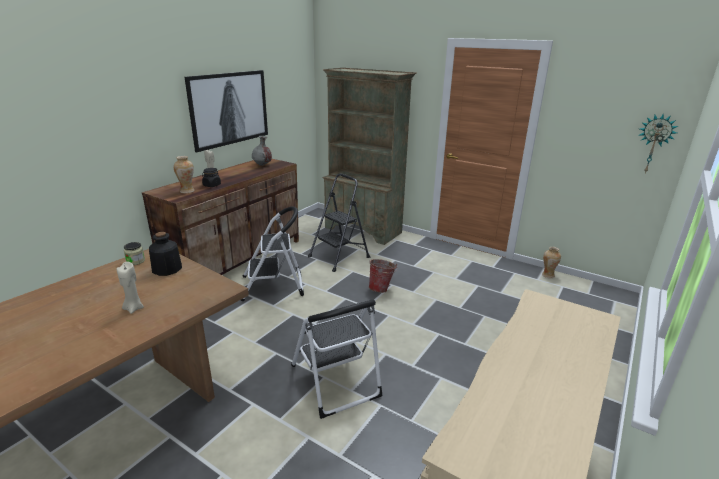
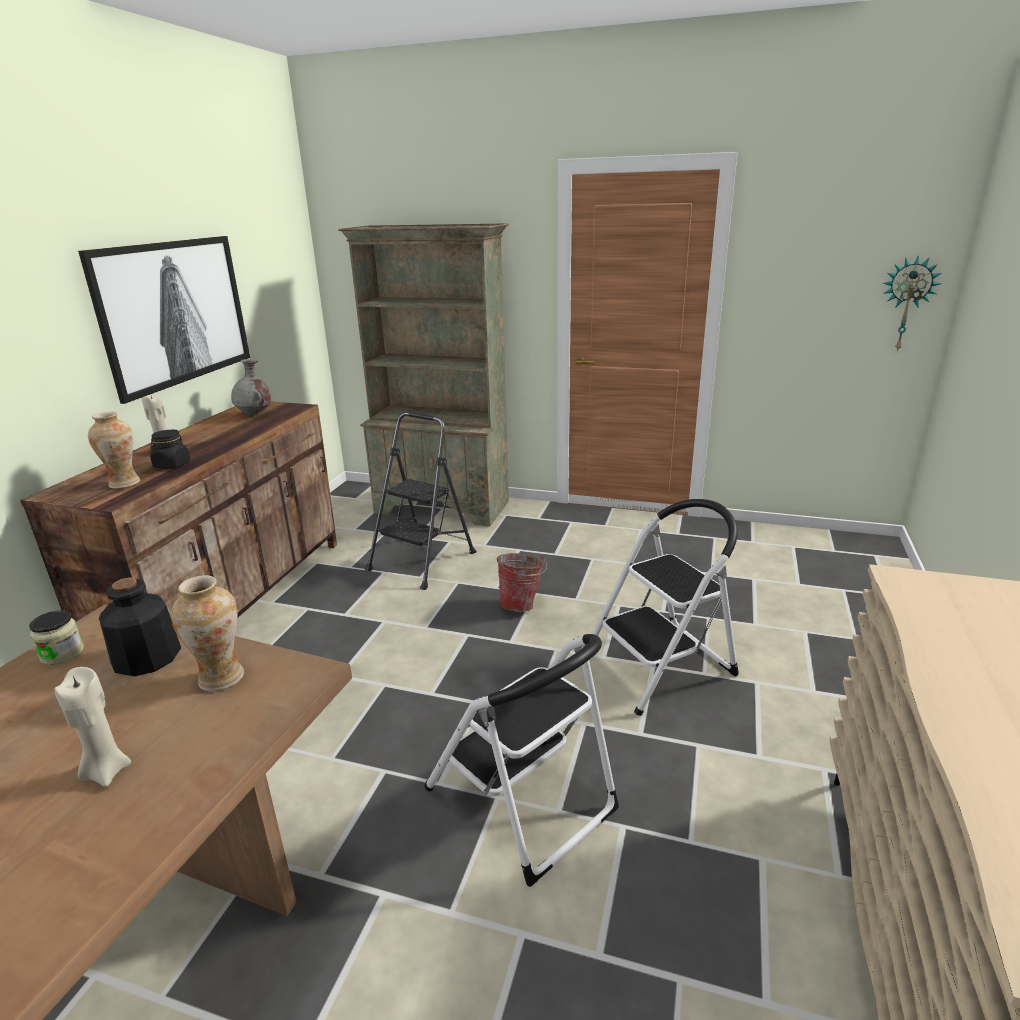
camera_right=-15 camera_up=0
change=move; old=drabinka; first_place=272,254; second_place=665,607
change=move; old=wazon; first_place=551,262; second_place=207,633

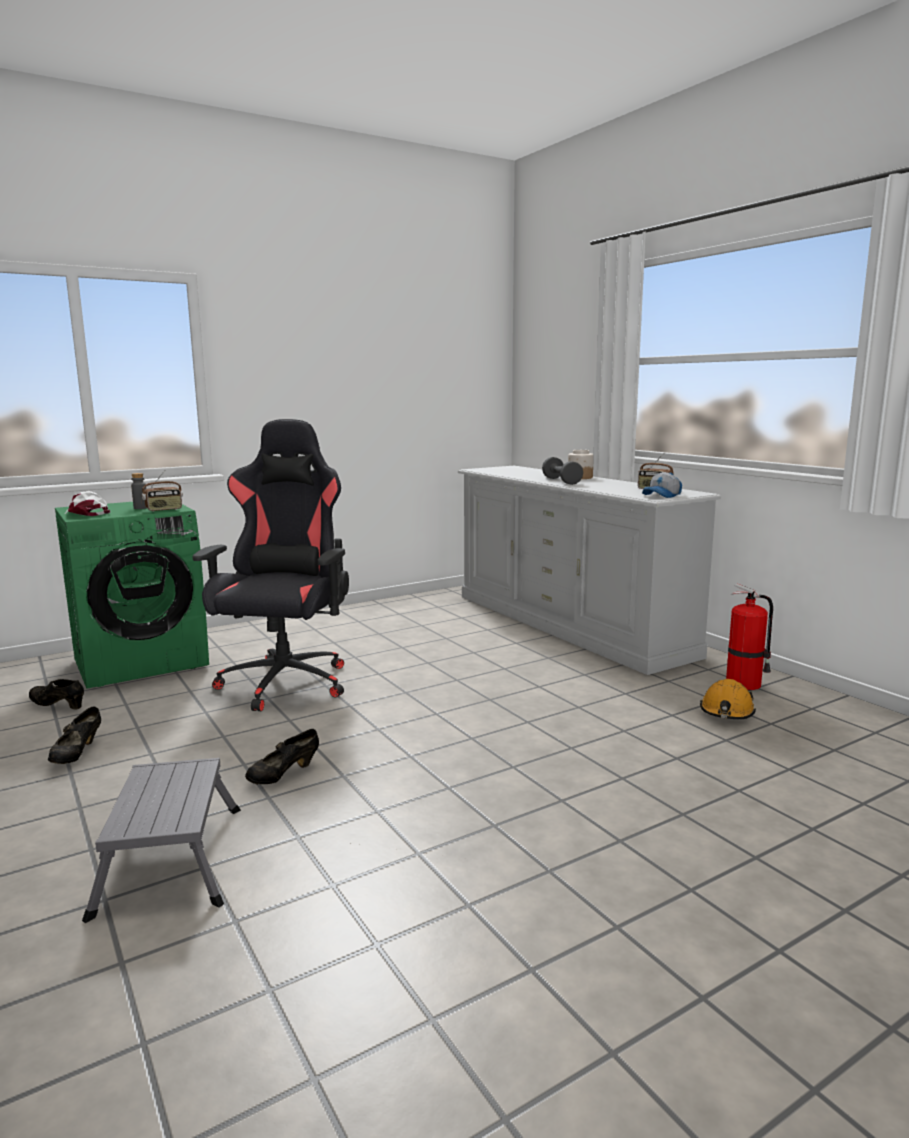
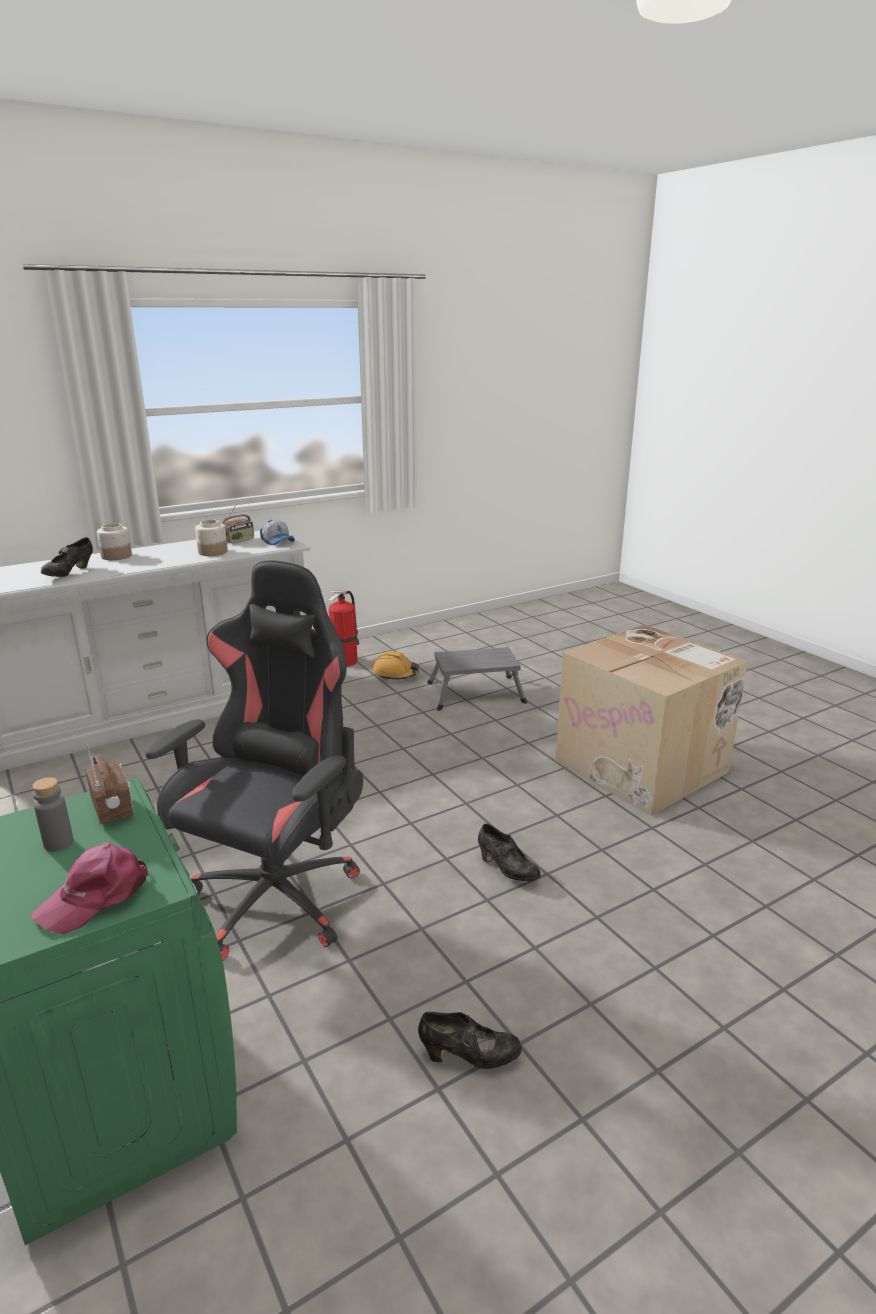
camera_right=-90 camera_up=10
change=rotate; old=krzesło biurowe [czarny]; first_place=271,565; second_place=254,760; degrees=105
change=delete; old=hantel [szary]; first_place=562,471
change=recolor; old=czapka z daszkiem [biały]; new=czapka z daszkiem [różowy]; first_place=88,503; second_place=89,888
change=move; old=but [czarny]; first_place=56,694; second_place=67,557
change=move; old=drabinka [szary]; first_place=161,840; second_place=477,679
change=insert; new=słoik; second_place=211,538
change=insert; new=karton; second_place=652,720

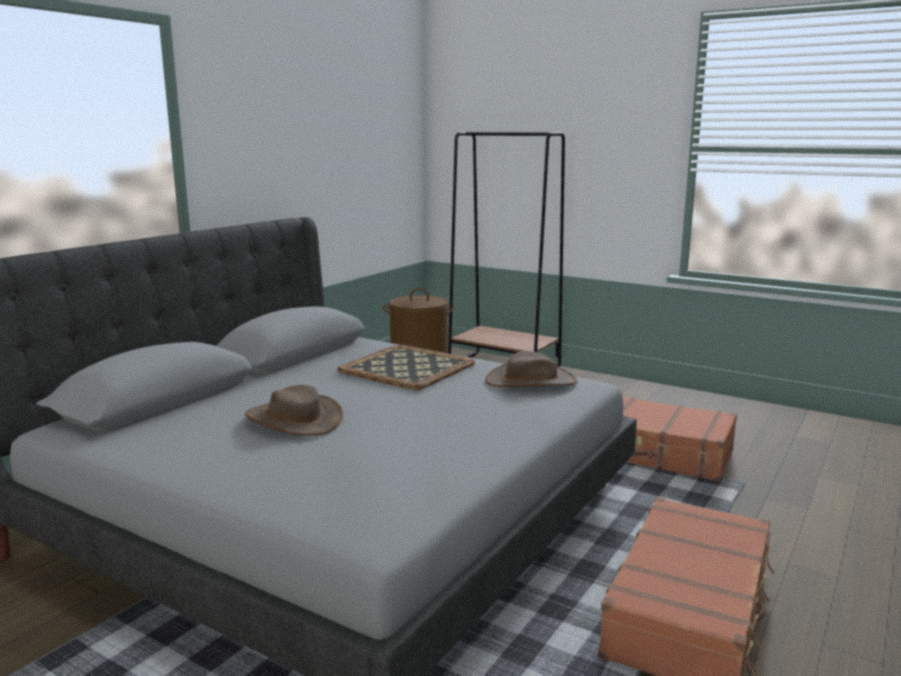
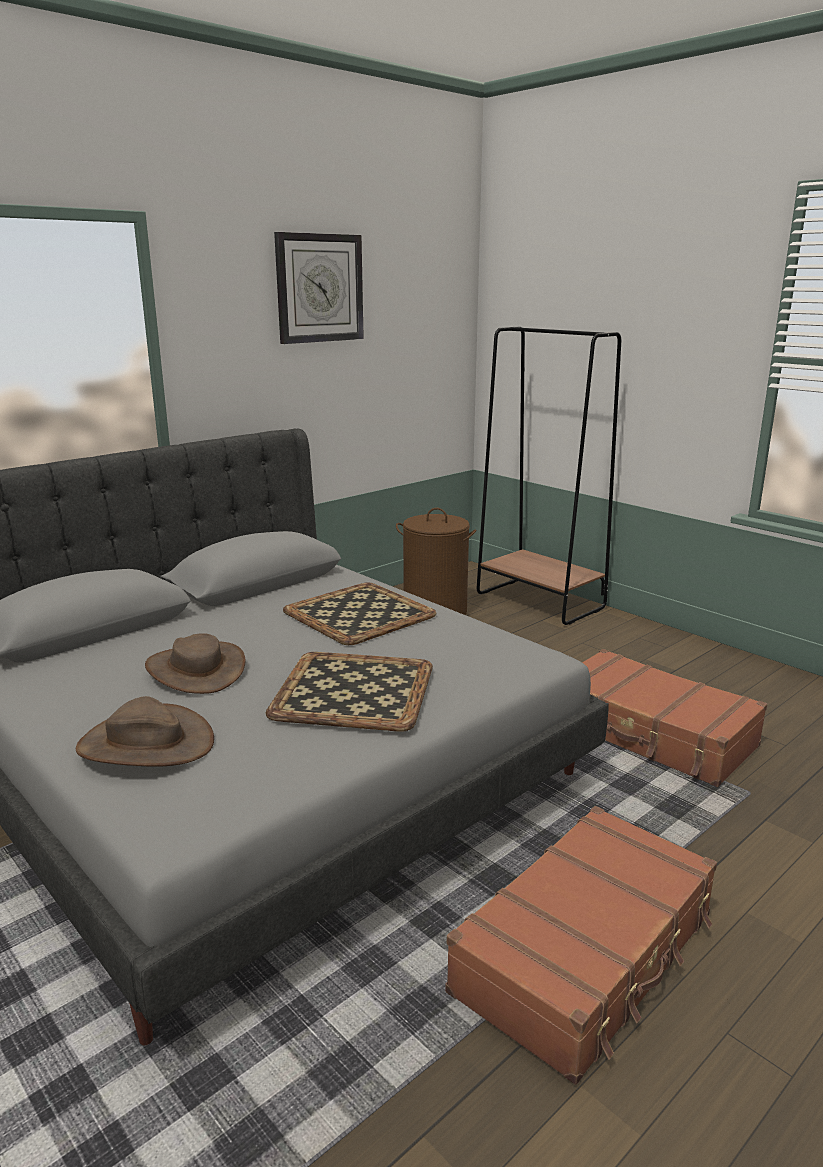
camera_right=15 camera_up=5
change=move; old=kapelusz [brązowy]; first_place=531,369; second_place=145,731
change=insert; new=zegar ścienny; second_place=319,288
change=insert; new=taca; second_place=349,692

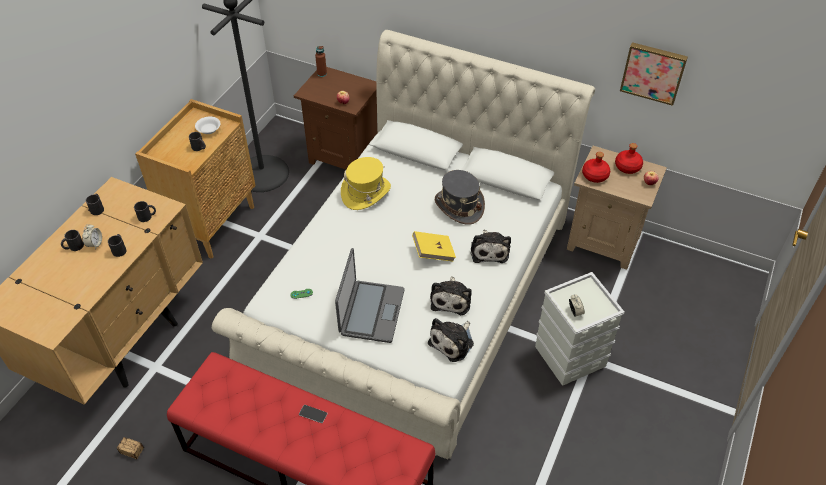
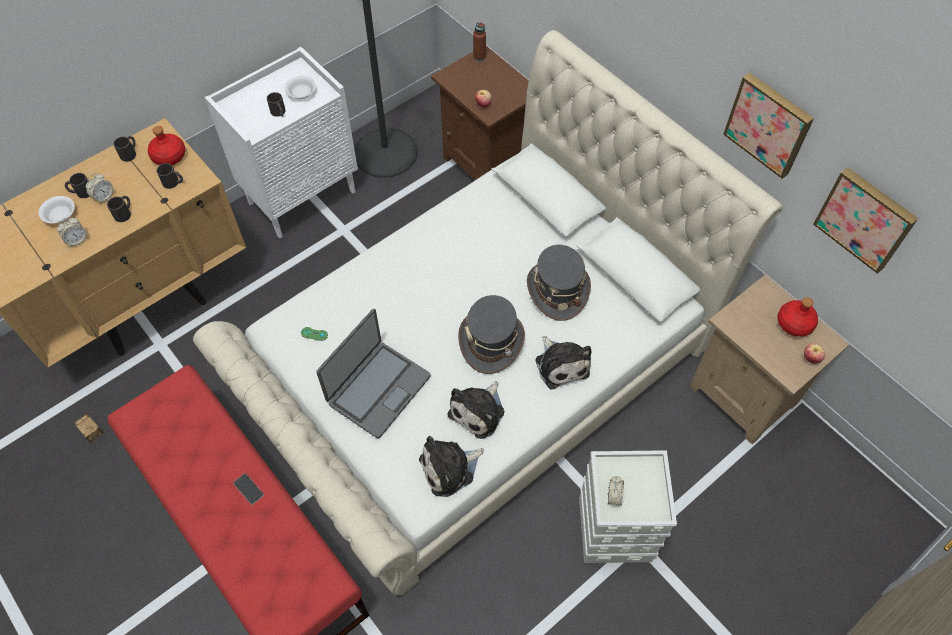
camera_right=25 camera_up=10
change=recolor; old=szafka [brązowy]; new=szafka [biały]; first_place=195,178; second_place=281,142
change=move; old=butelka [czerwony]; first_place=596,167; second_place=167,145
change=delete; old=kapelusz [żółty]; first_place=366,183
change=rotate; old=pluszak; first_place=491,246; second_place=563,362; degrees=-45
change=replace; old=książka [żółty]; new=kapelusz [szary]; first_place=434,246; second_place=491,334
change=insert; new=obraz; second_place=768,126
change=insert; new=miska [biały]; second_place=56,209
change=insert; new=budzik; second_place=72,232

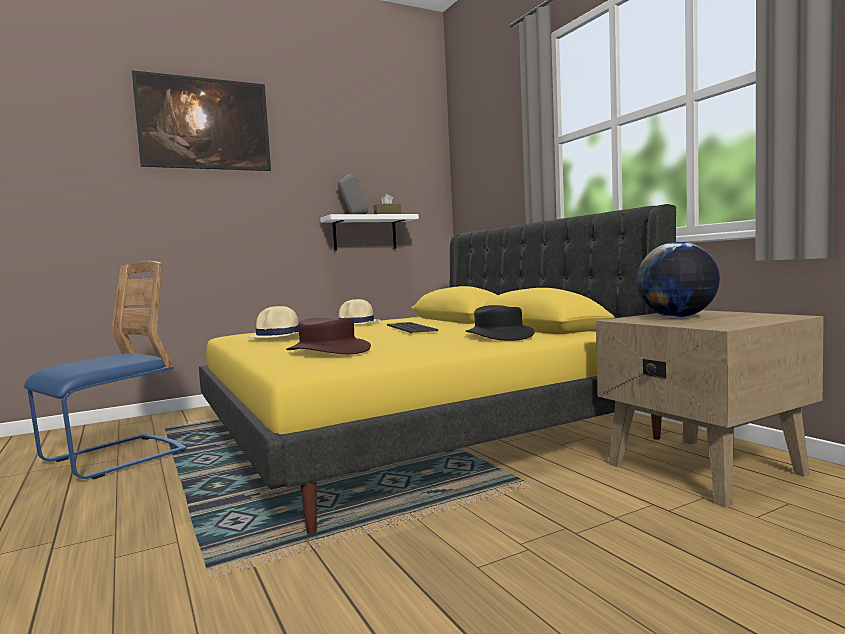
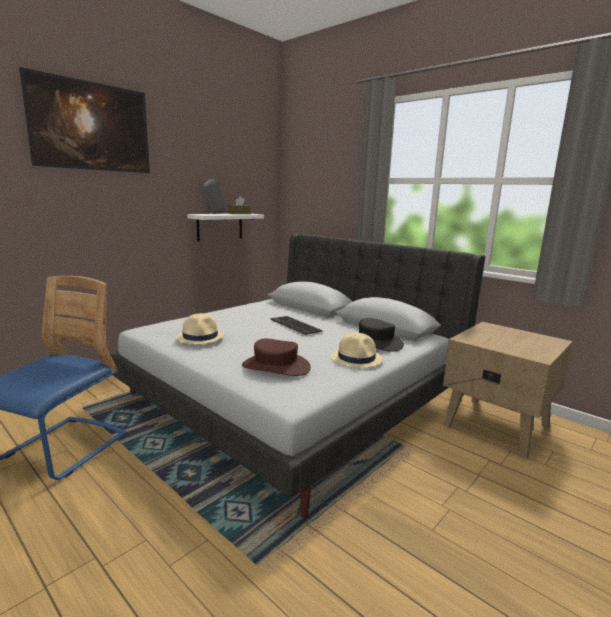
camera_right=-20 camera_up=10
change=recolor; old=łóżko [żółty]; new=łóżko [szary]; first_place=437,369; second_place=297,376
change=delete; old=globus; first_place=678,279
change=move; old=kapelusz [beżowy]; first_place=360,312; second_place=357,350

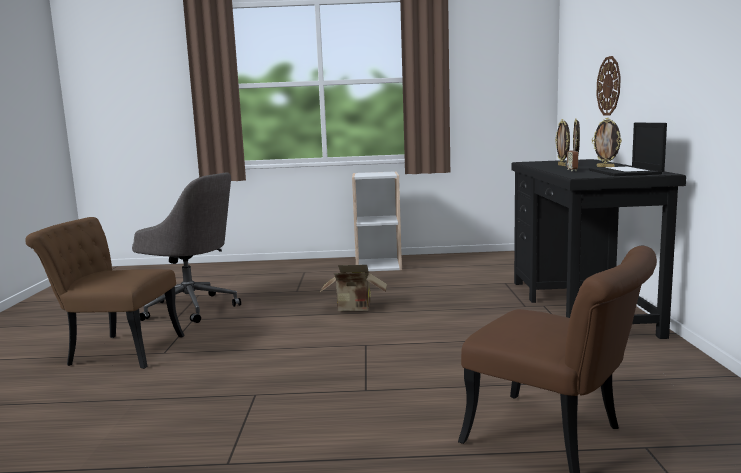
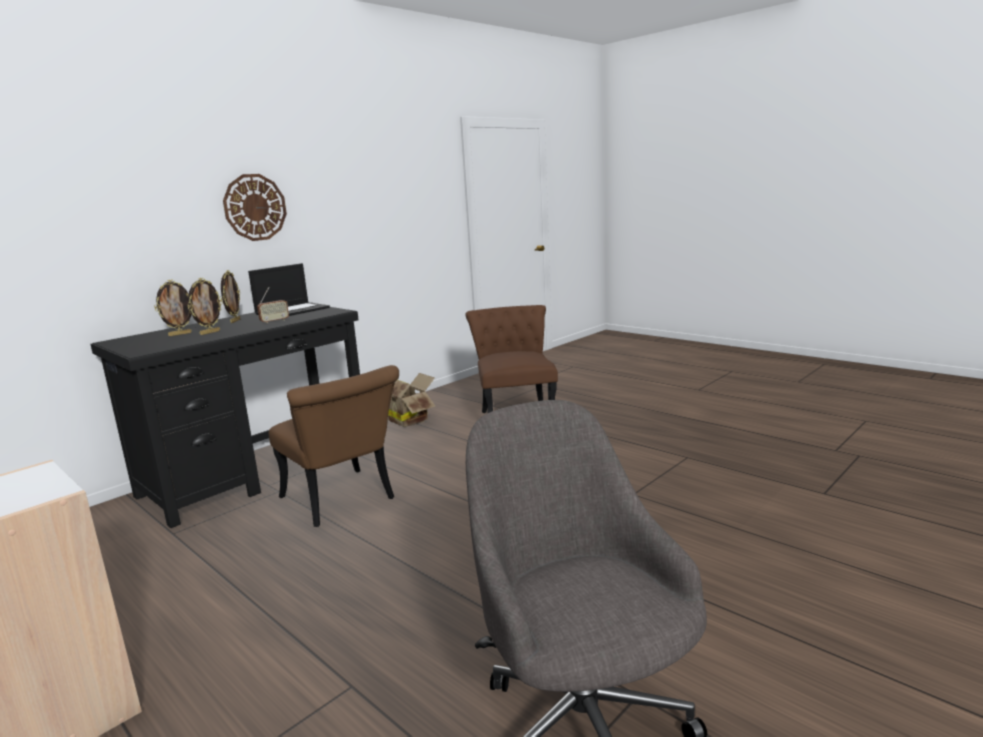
camera_right=-135 camera_up=5
change=move; old=zegar ścienny; first_place=608,86; second_place=255,207
change=move; old=krzesło [brązowy]; first_place=105,293; second_place=333,446
change=move; old=karton; first_place=353,288; second_place=411,400

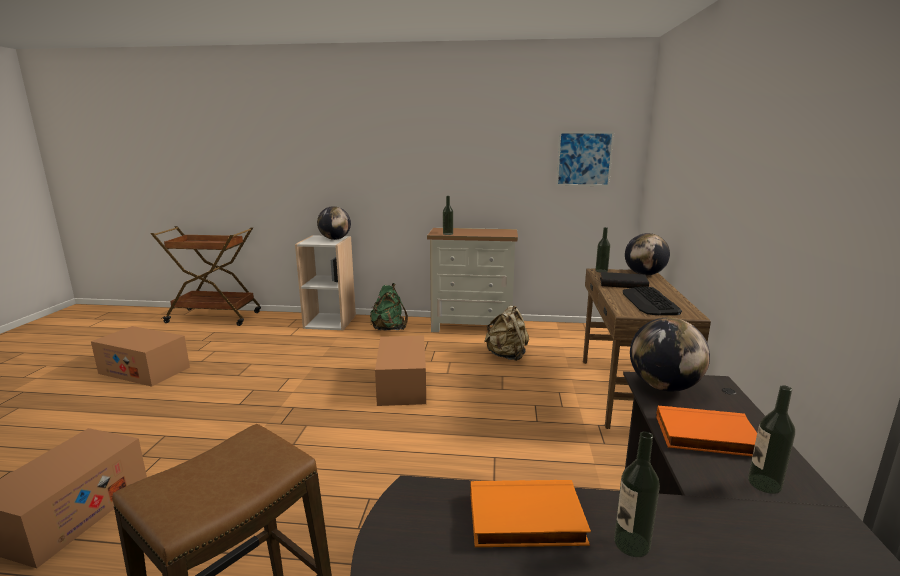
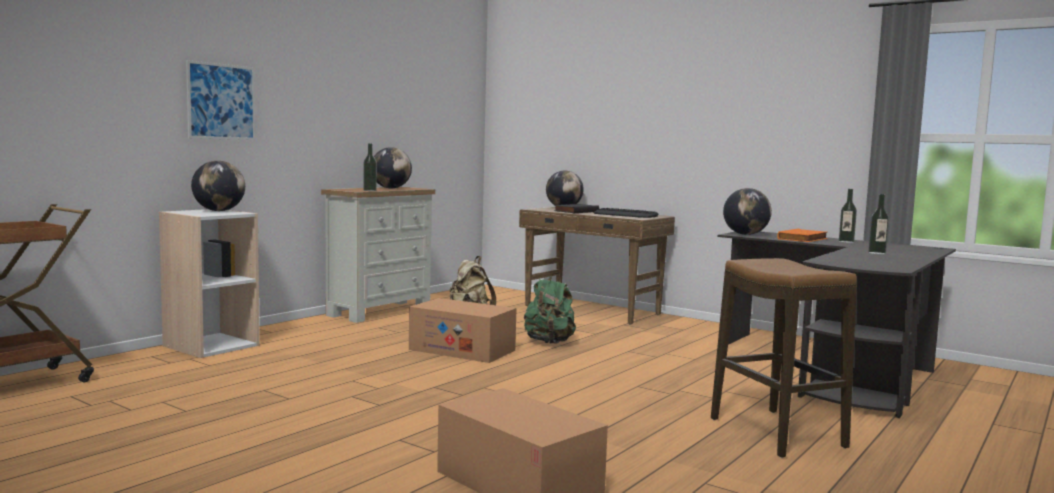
camera_right=-60 camera_up=-10
change=move; old=obraz; first_place=585,159; second_place=220,100
change=delete; old=butelka; first_place=602,249
change=move; old=plecak [zielony]; first_place=389,306; second_place=550,308
change=delete; old=karton; first_place=140,356
change=delete; old=książka [pomarańczowy]; first_place=530,513
change=insert; new=globus; second_place=393,167

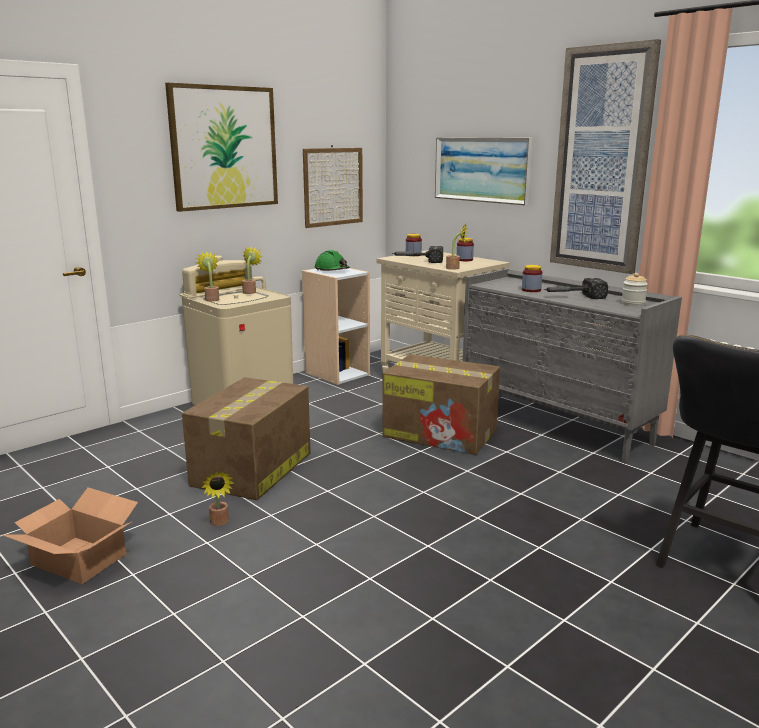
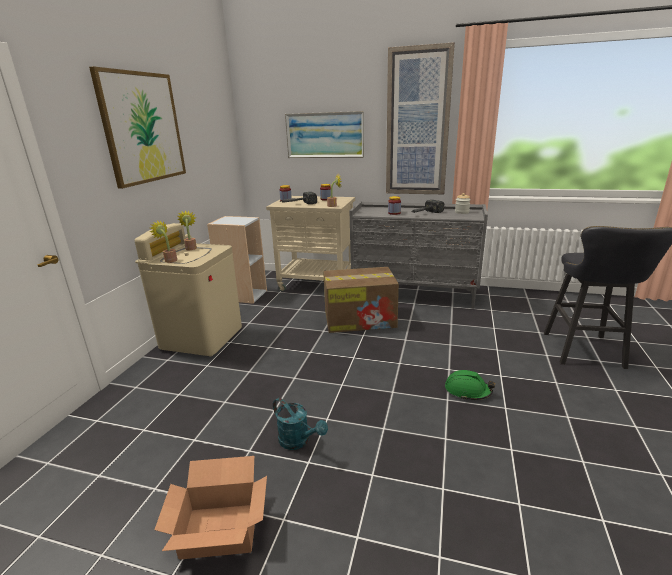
camera_right=-30 camera_up=5
change=delete; old=obraz; first_place=333,186
change=move; old=kask [zielony]; first_place=332,260; second_place=470,385
change=delete; old=karton; first_place=246,438
change=replace; old=roślina doniczkowa; new=konewka [turkusowy]; first_place=218,499; second_place=300,424

